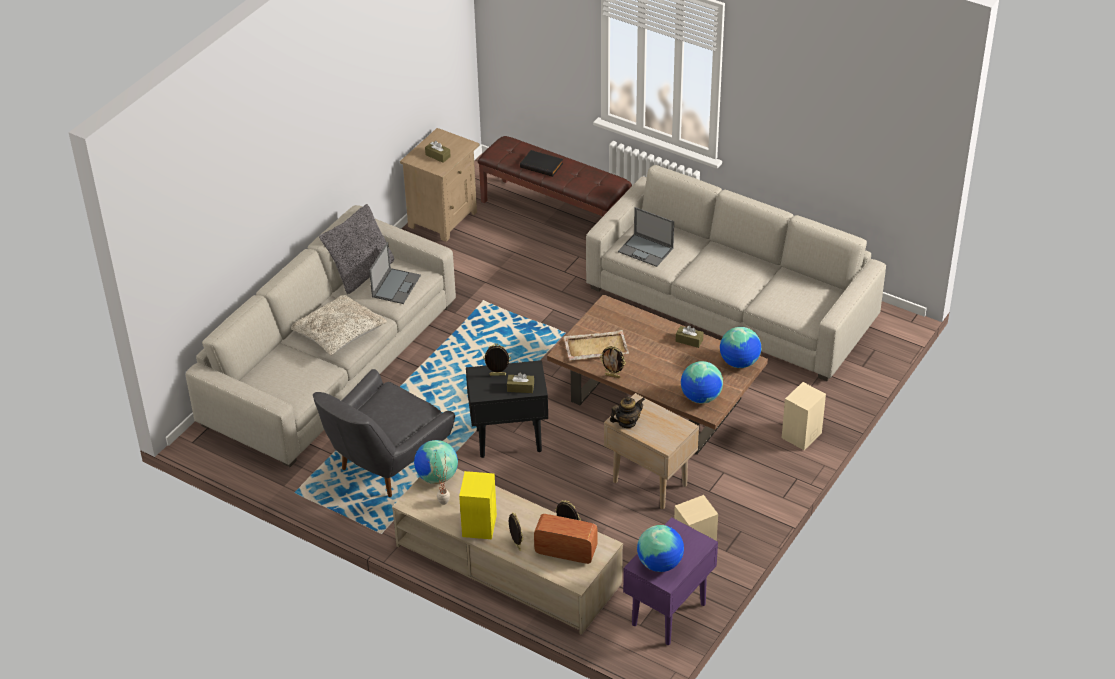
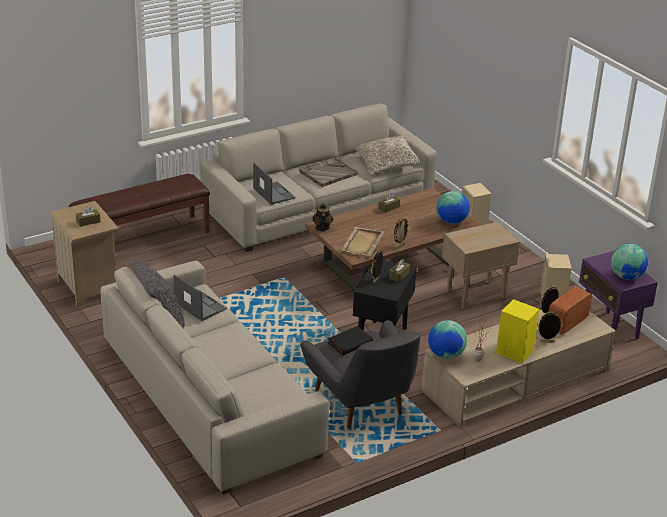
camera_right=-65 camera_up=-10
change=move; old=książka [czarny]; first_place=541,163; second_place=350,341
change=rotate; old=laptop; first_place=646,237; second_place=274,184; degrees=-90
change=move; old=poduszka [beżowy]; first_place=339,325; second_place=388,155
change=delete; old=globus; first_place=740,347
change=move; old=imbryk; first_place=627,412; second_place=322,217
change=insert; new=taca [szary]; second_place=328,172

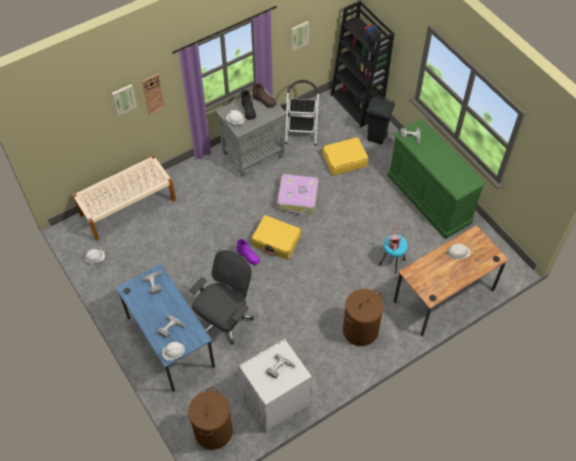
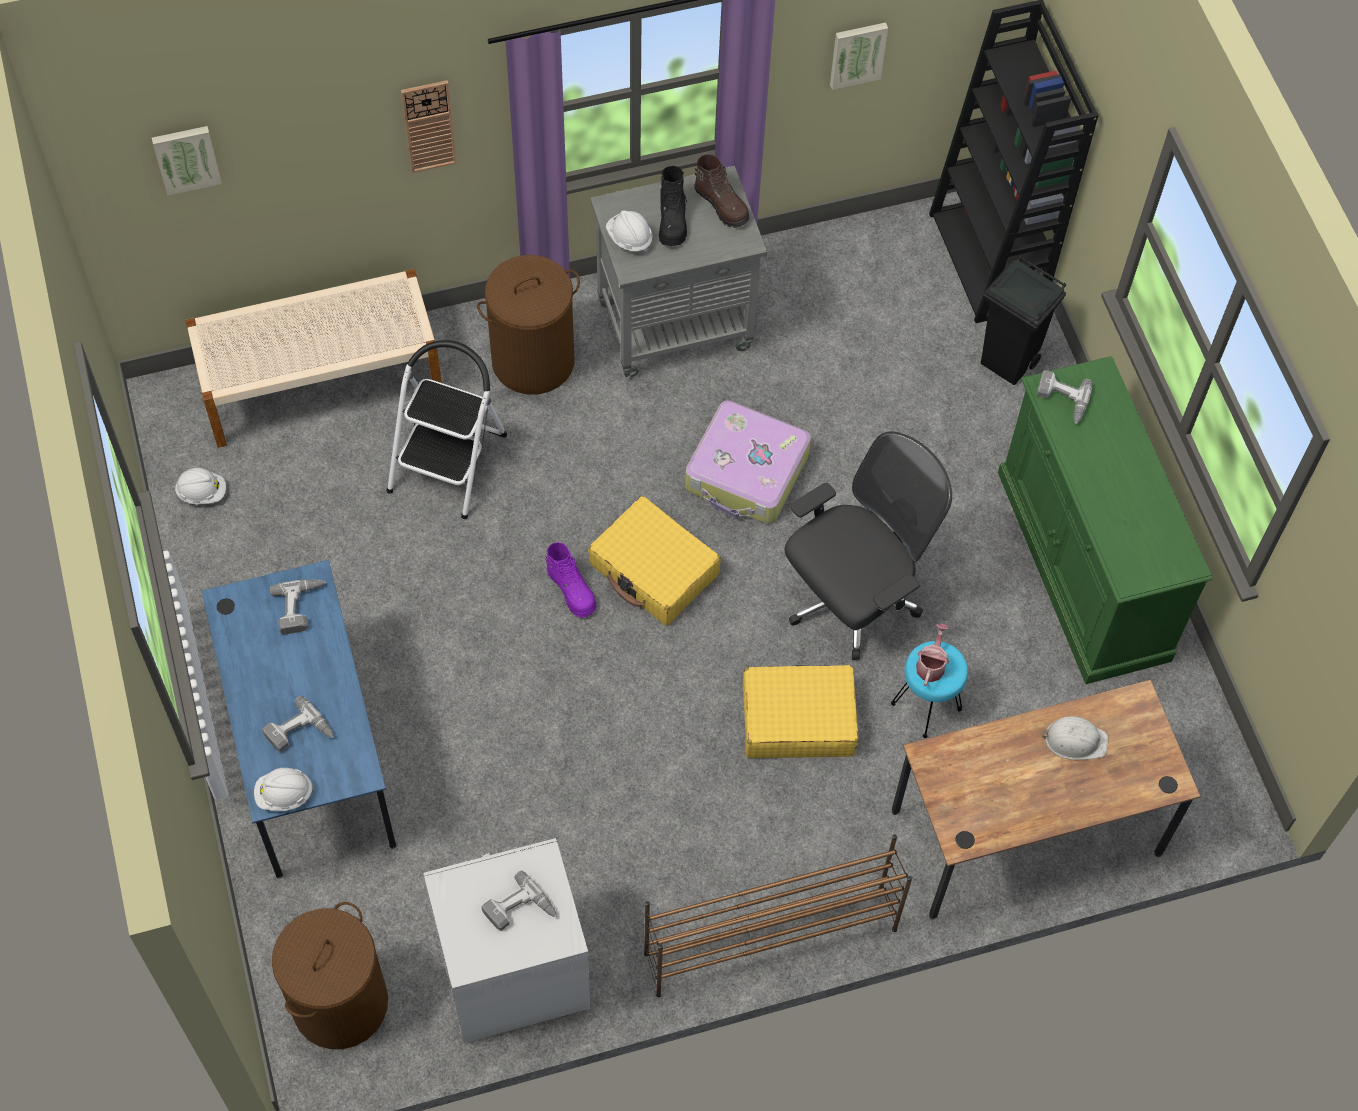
camera_right=15 camera_up=5
change=move; old=drabinka; first_place=302,112; second_place=446,429
change=move; old=obraz; first_place=124,100; second_place=187,161
change=move; old=walizka [żółty]; first_place=345,156; second_place=800,711
change=move; old=krzesło biurowe; first_place=221,297; second_place=868,545
change=move; old=kosz na pranie [brązowy]; first_place=363,317; second_place=528,325
change=insert; new=regał na buty [brązowy]; second_place=778,916

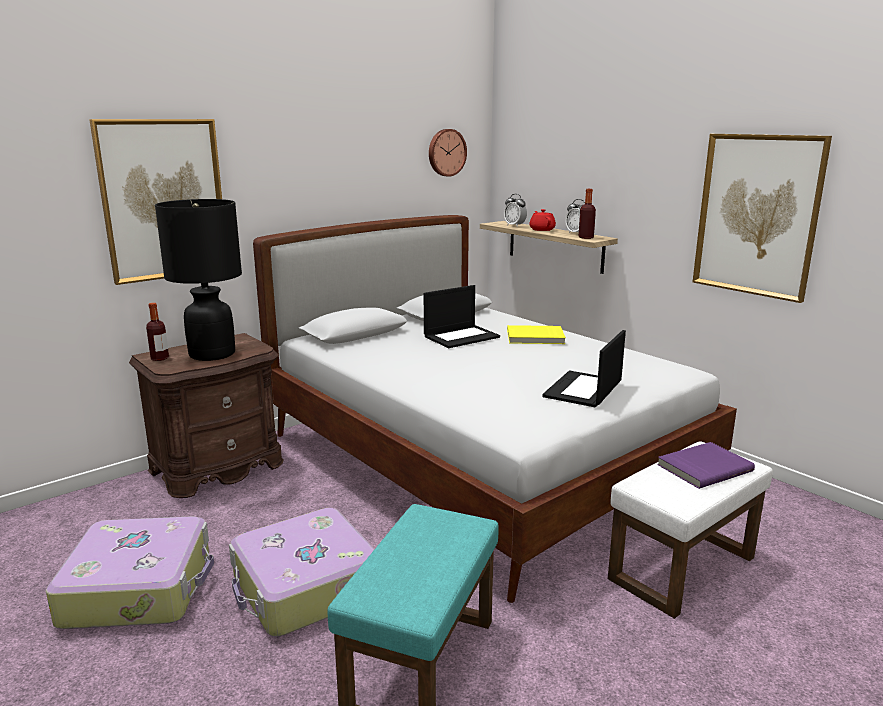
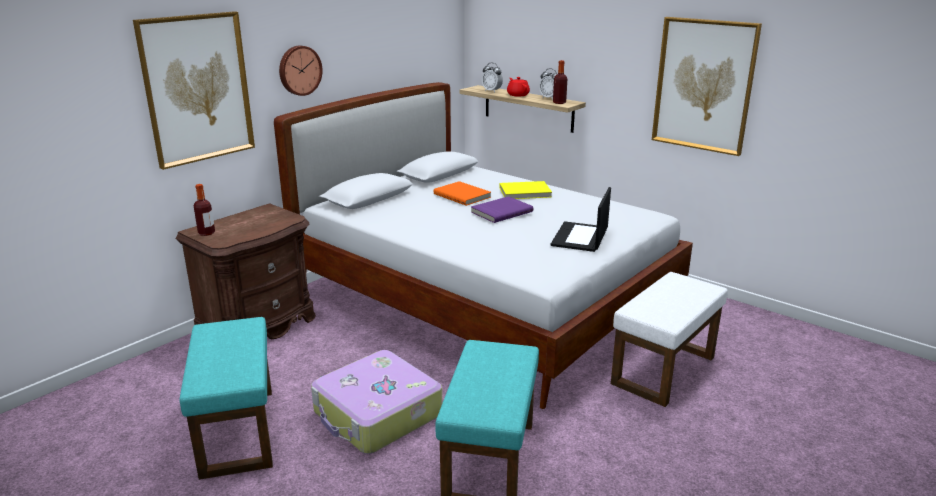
camera_right=-10 camera_up=5
change=move; old=zegar ścienny; first_place=448,153; second_place=301,71
change=delete; old=lampa stołowa [czarny]; first_place=198,280
change=replace; old=laptop; new=książka [pomarańczowy]; first_place=462,316; second_place=462,193
change=move; old=książka [fioletowy]; first_place=706,465; second_place=502,209
change=replace; old=walizka; new=pufa [turkusowy]; first_place=130,572; second_place=226,398

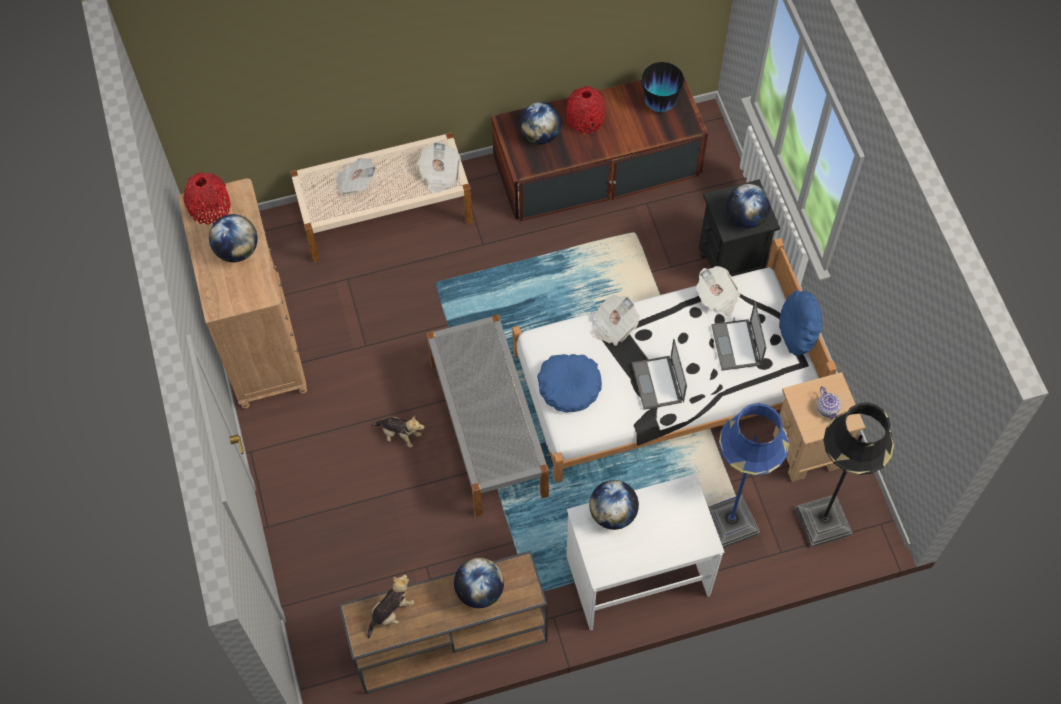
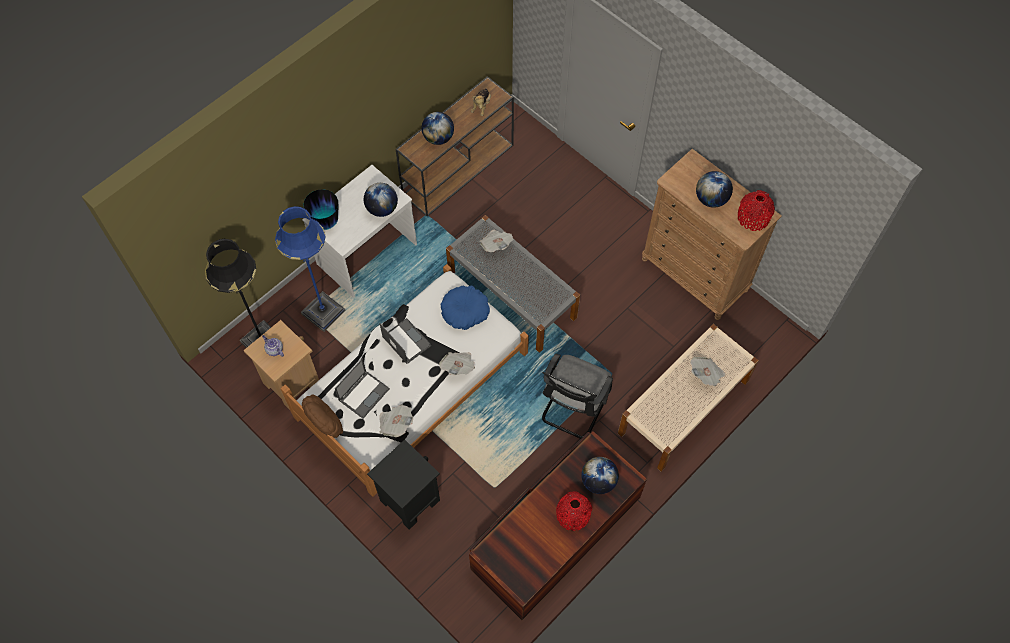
camera_right=150 camera_up=0
change=move; old=wazon; first_place=663,87; second_place=321,209
change=move; old=gazeta; first_place=439,167; second_place=496,241
change=delete; old=globus; first_place=748,206
change=recolor; old=poduszka [niebieski]; new=poduszka [brązowy]; first_place=800,323; second_place=322,416
change=rotate; old=laptop; first_place=739,336; second_place=362,389; degrees=75
change=delete; old=pluszak; first_place=398,432
change=insert; new=krzesło; second_place=577,396

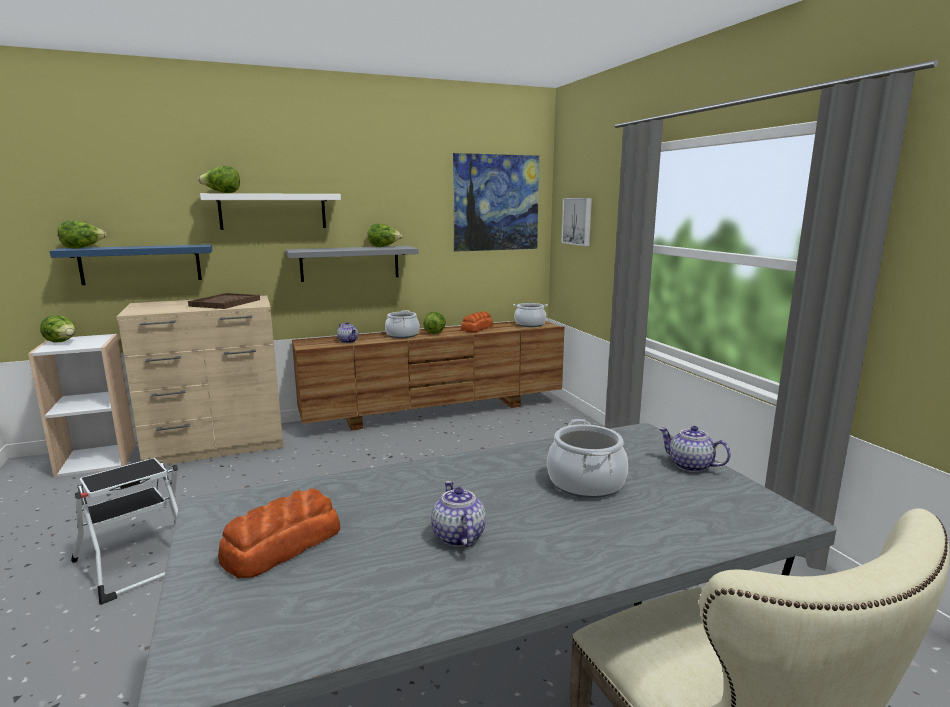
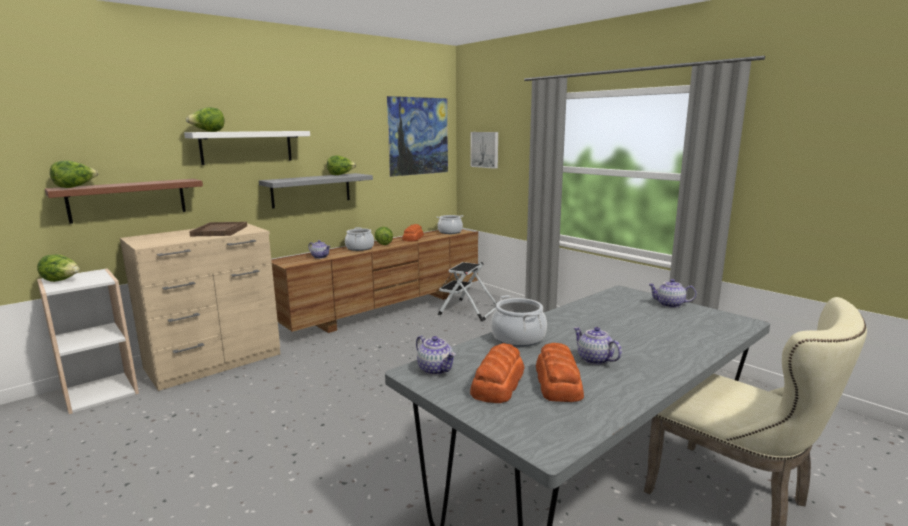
camera_right=-20 camera_up=0
change=recolor; old=półka [niebieski]; new=półka [brązowy]; first_place=131,264; second_place=124,201
change=move; old=garnek; first_place=587,458; second_place=519,321
change=move; old=drabinka; first_place=124,531; second_place=467,291
change=insert; new=imbryk; second_place=436,355
change=insert; new=chleb; second_place=560,372

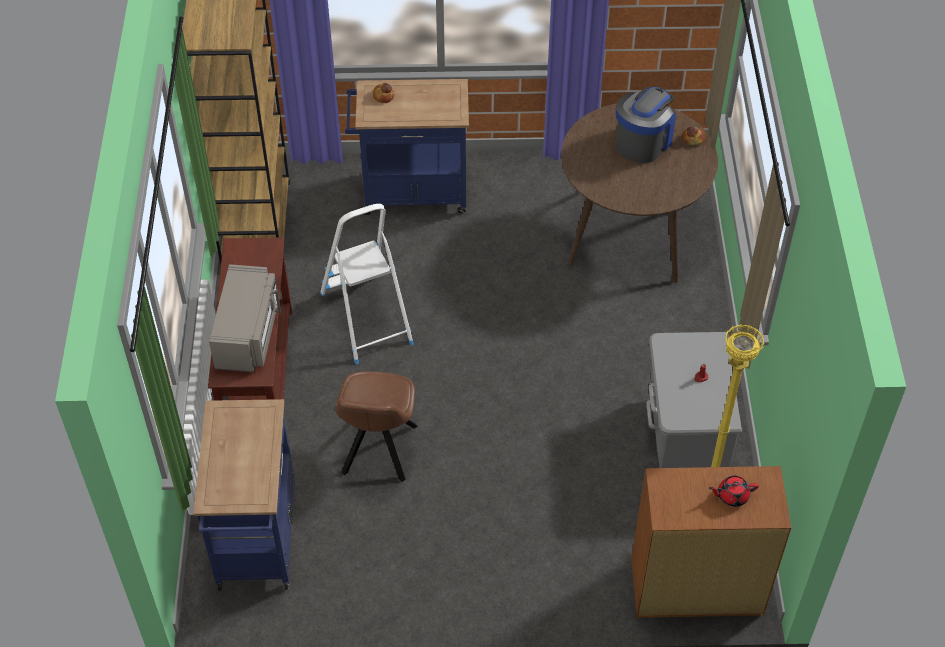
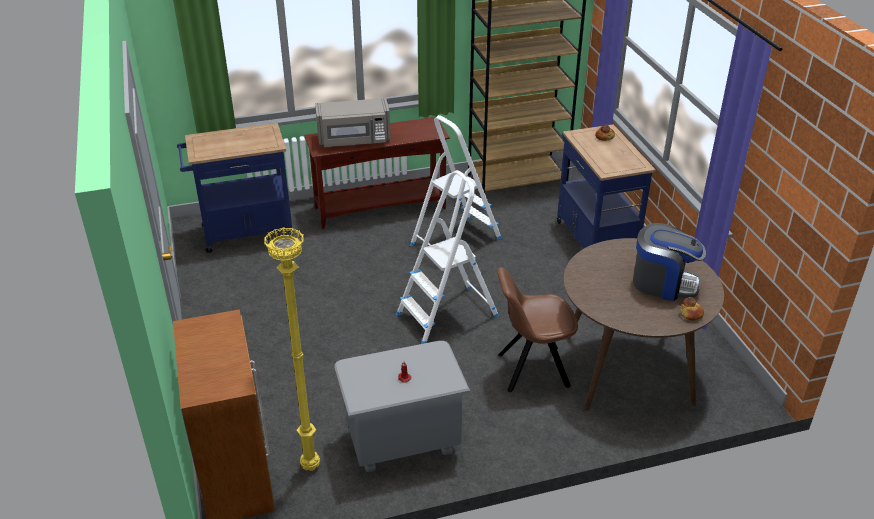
camera_right=75 camera_up=-15
change=move; old=krzesło [brązowy]; first_place=376,426; second_place=537,329
change=delete; old=imbryk [czerwony]; first_place=734,491
change=insert; new=drabinka [biały]; second_place=447,258

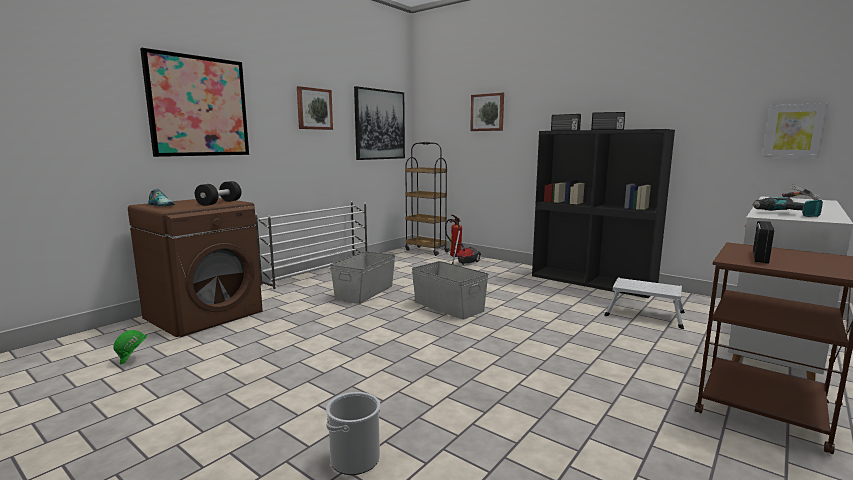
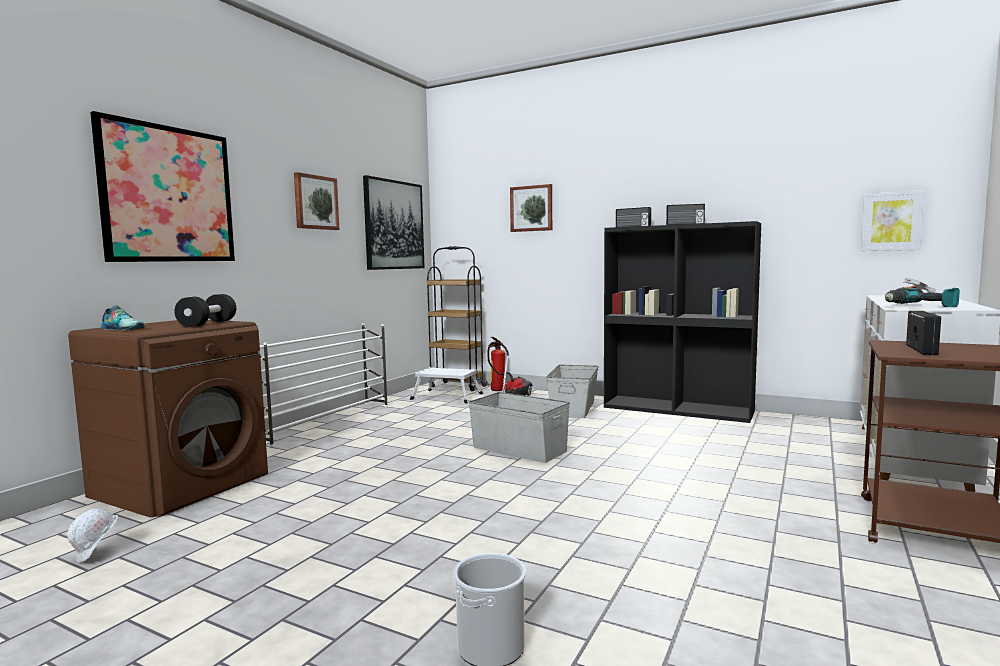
camera_right=-10 camera_up=-5
change=move; old=pojemnik do przechowywania [szary]; first_place=362,277; second_place=572,391
change=move; old=drabinka [biały]; first_place=644,303; second_place=446,385
change=recolor; old=kask [zielony]; new=kask [biały]; first_place=130,347; second_place=92,535

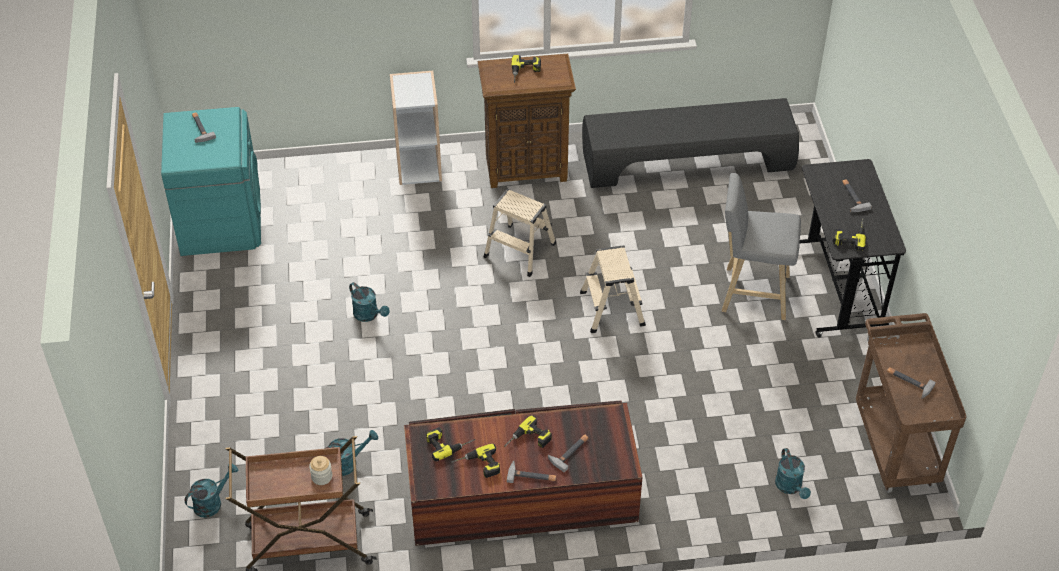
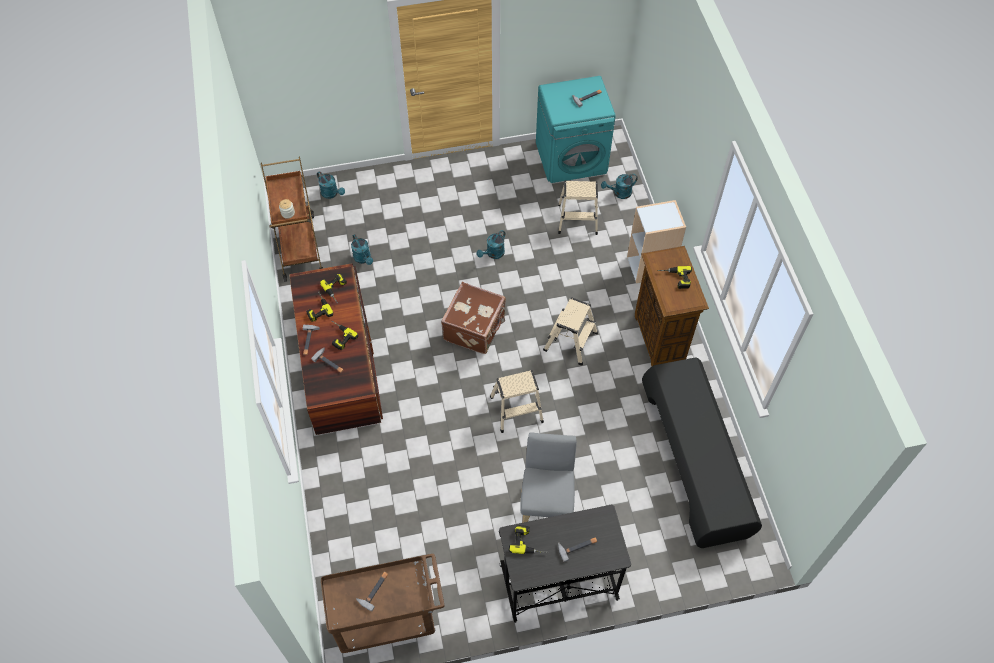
camera_right=85 camera_up=10
change=move; old=konewka [turkusowy]; first_place=793,473; second_place=619,186
change=insert; new=drabinka [beżowy]; second_place=578,208
change=insert; new=walizka [brązowy]; second_place=473,318

